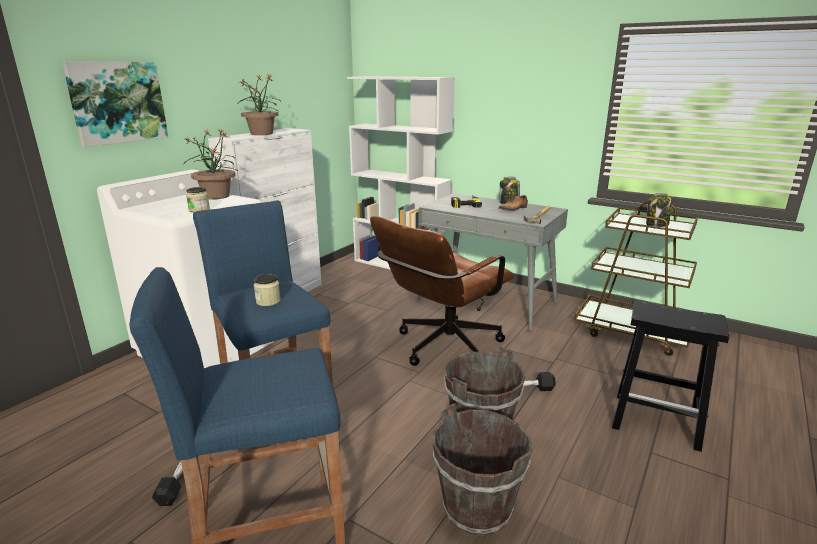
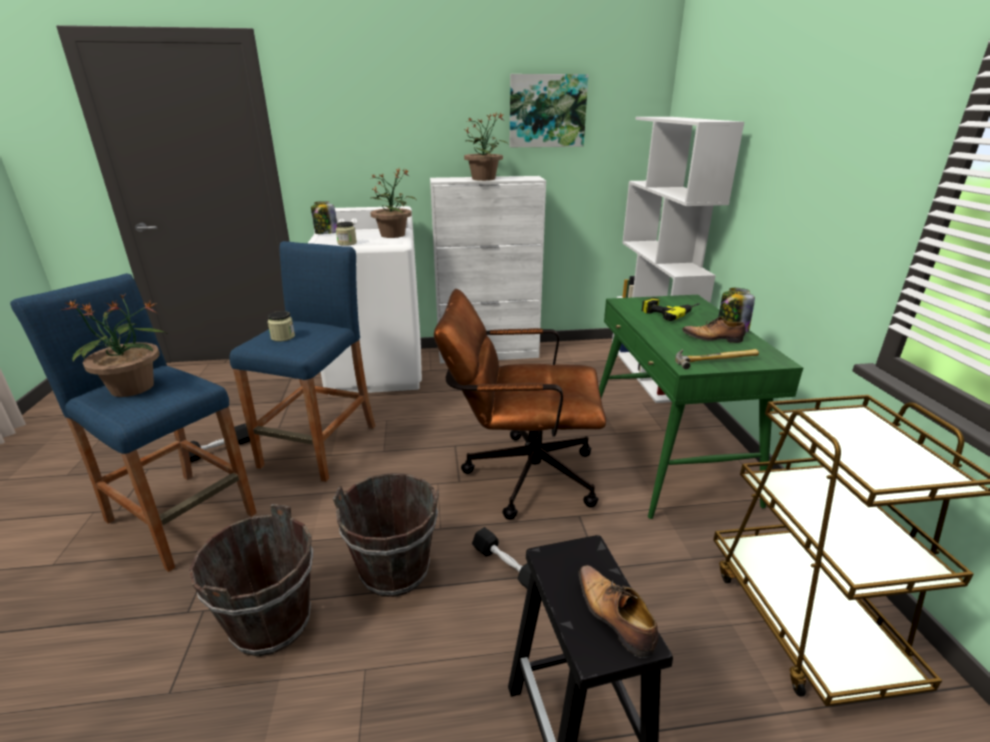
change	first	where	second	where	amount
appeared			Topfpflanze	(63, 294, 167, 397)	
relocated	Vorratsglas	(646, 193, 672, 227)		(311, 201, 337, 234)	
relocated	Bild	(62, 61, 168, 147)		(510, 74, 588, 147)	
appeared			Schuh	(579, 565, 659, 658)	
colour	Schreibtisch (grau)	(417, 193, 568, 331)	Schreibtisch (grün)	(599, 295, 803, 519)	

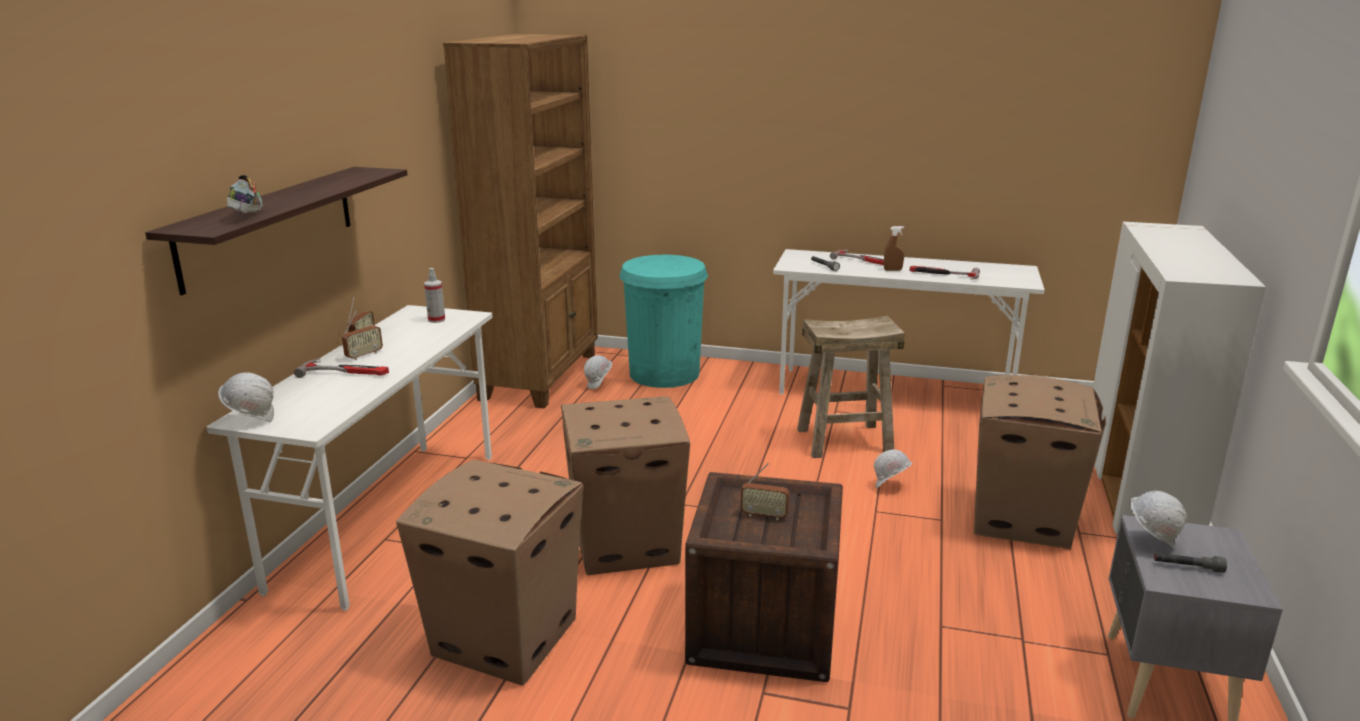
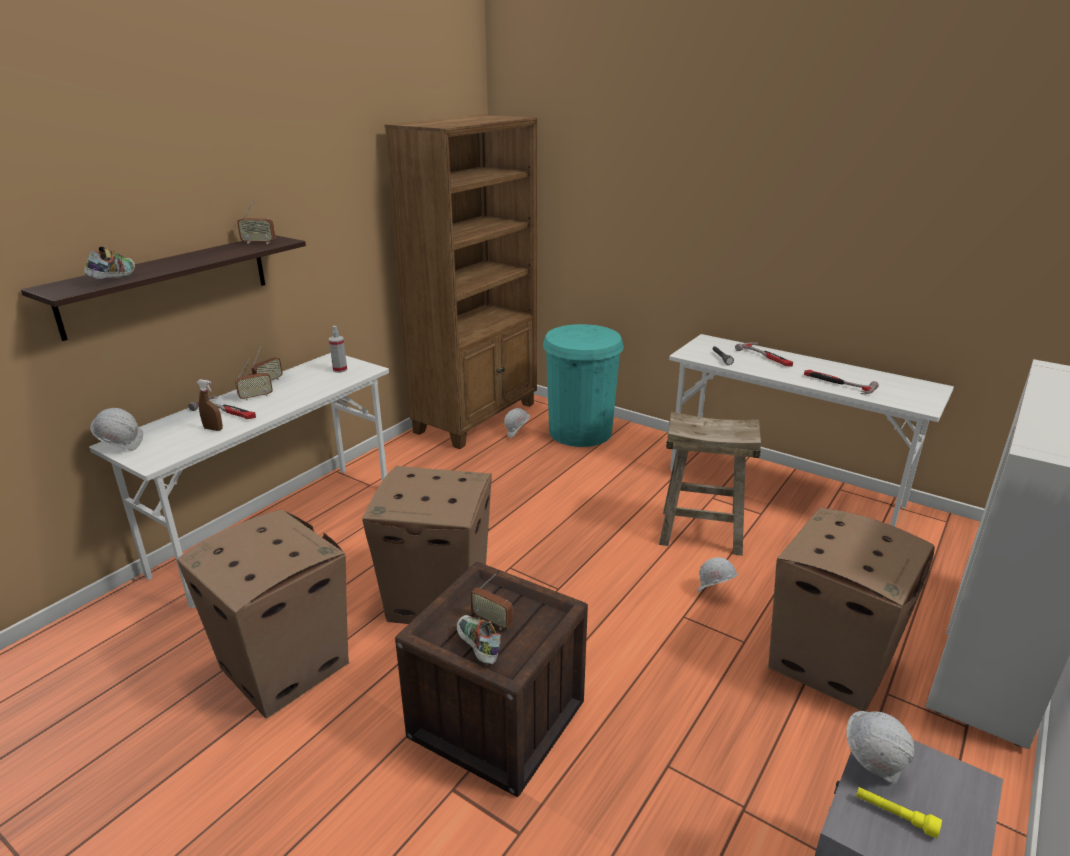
change	first	where	second	where	amount
relocated	Sprühflasche (braun)	(884, 226, 904, 271)		(197, 379, 223, 431)	
appeared			Radio	(237, 200, 275, 244)	
appeared			Schuh	(457, 615, 501, 664)	
colour	Taschenlampe (grau)	(1154, 553, 1227, 573)	Taschenlampe (gelb)	(856, 787, 942, 838)	

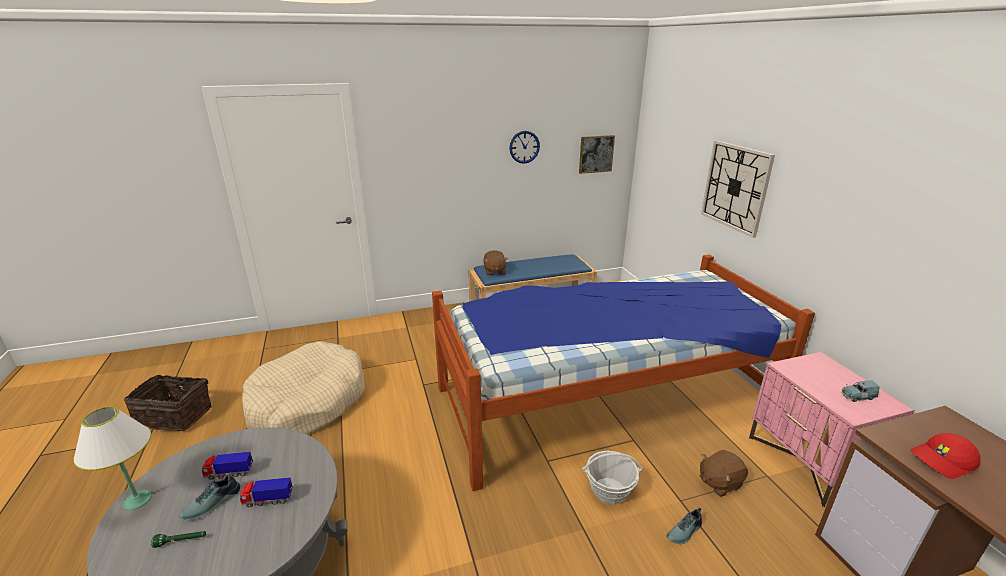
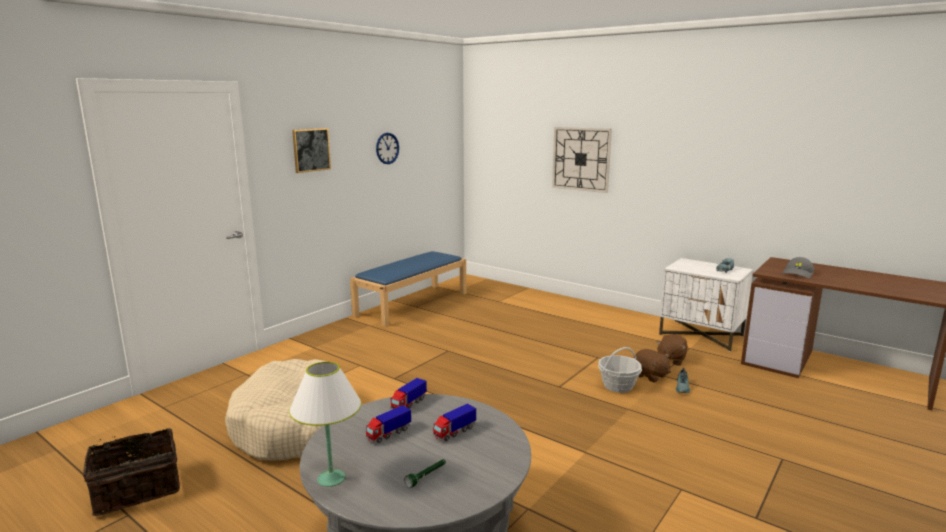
change	first	where	second	where	amount
relocated	Bild	(579, 135, 615, 174)		(292, 128, 331, 173)	
appeared			Spielzeuglaster	(391, 378, 427, 410)	
relocated	Plüschtier (braun)	(483, 250, 508, 276)		(633, 349, 671, 382)	
colour	Nachttisch (rosa)	(749, 352, 914, 507)	Nachttisch (weiß)	(659, 258, 753, 352)	
colour	Kappe (rot)	(910, 433, 981, 479)	Kappe (grau)	(782, 257, 814, 278)	
missing	Schuh	(179, 472, 240, 520)			
missing	Bett	(432, 254, 815, 491)			

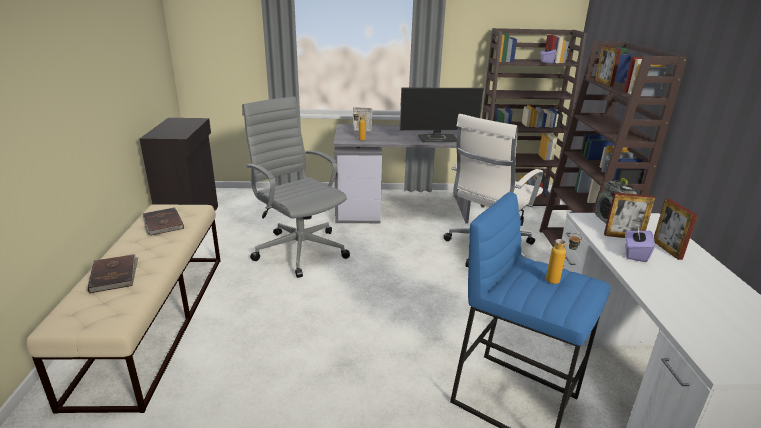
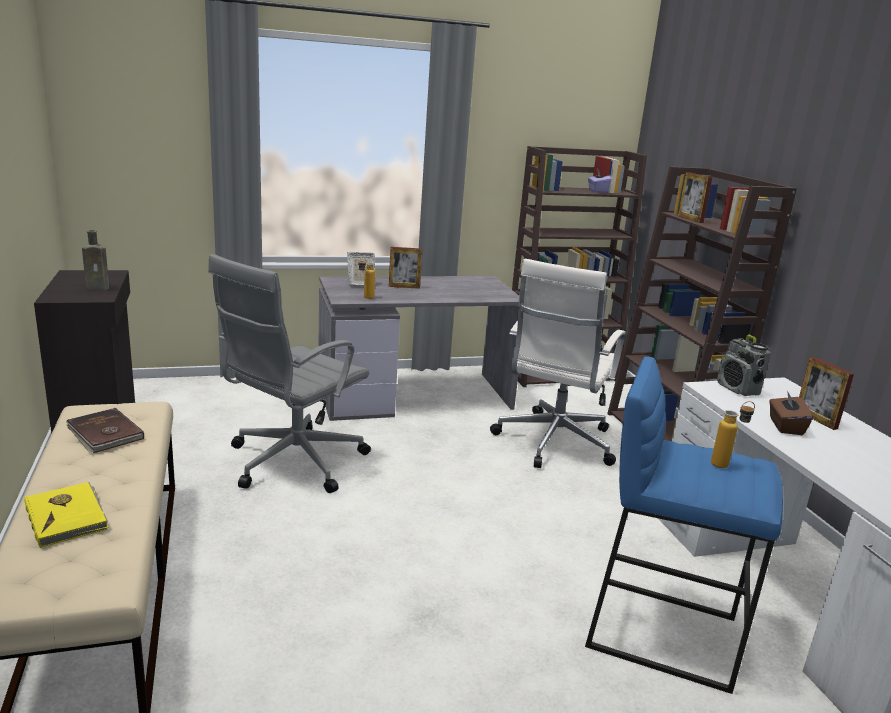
change	first	where	second	where	amount
colour	Buch (braun)	(88, 254, 138, 294)	Buch (gelb)	(24, 482, 108, 548)	
appeared			Flasche (braun)	(82, 230, 109, 291)	
spun	Bürostuhl (grau)	(242, 96, 350, 278)		(208, 254, 371, 493)	90 degrees counterclockwise
relocated	Bilderrahmen	(604, 192, 655, 238)		(389, 247, 422, 289)	
colour	Taschentuchbox (lila)	(625, 225, 655, 262)	Taschentuchbox (braun)	(769, 391, 813, 435)	
missing	Monitor	(400, 88, 484, 142)			

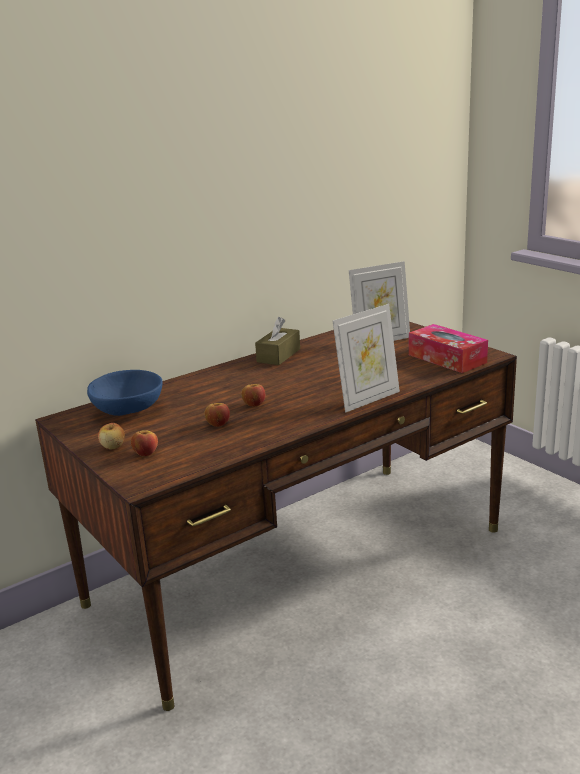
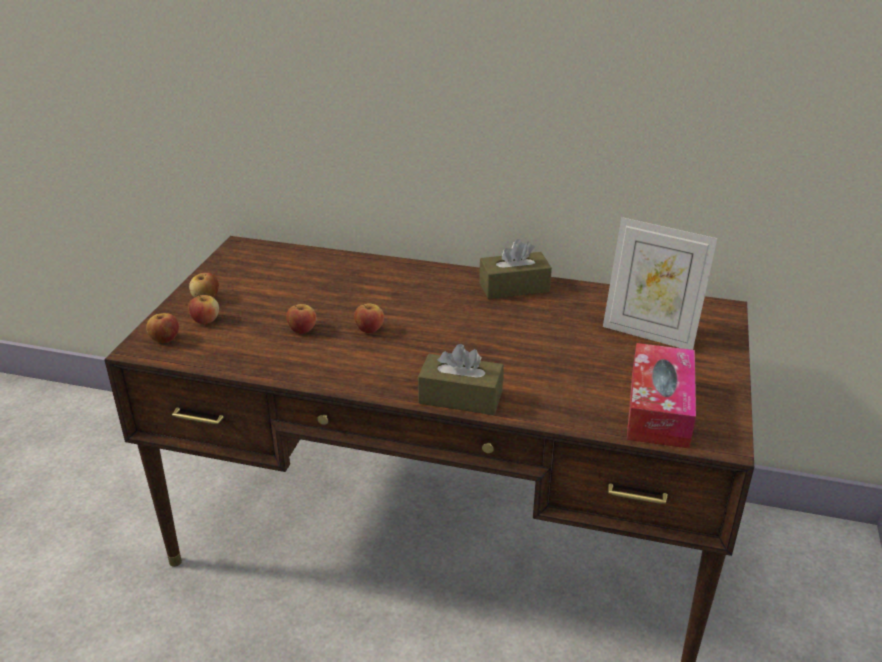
change	first	where	second	where	amount
appeared			Apfel	(146, 313, 179, 343)	
exchanged	Bilderrahmen	(333, 304, 400, 412)	Taschentuchbox (braun)	(418, 344, 504, 415)	
missing	Schüssel (blau)	(87, 370, 163, 416)			

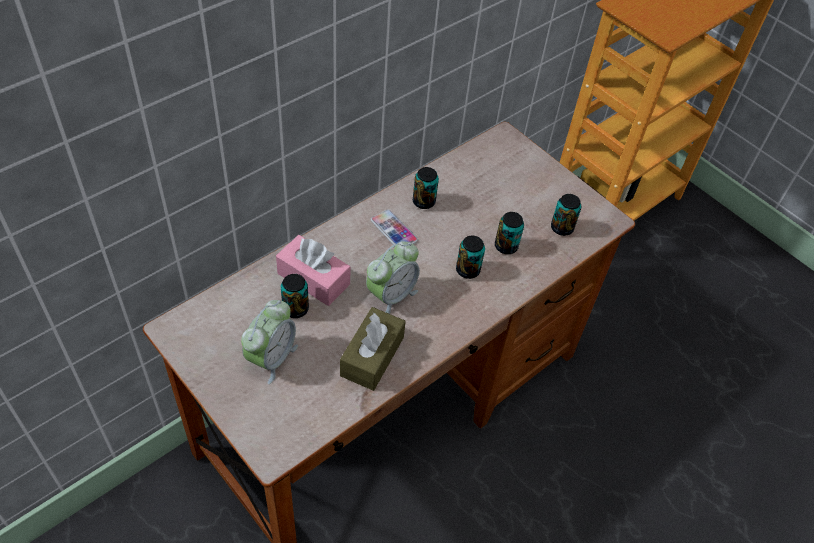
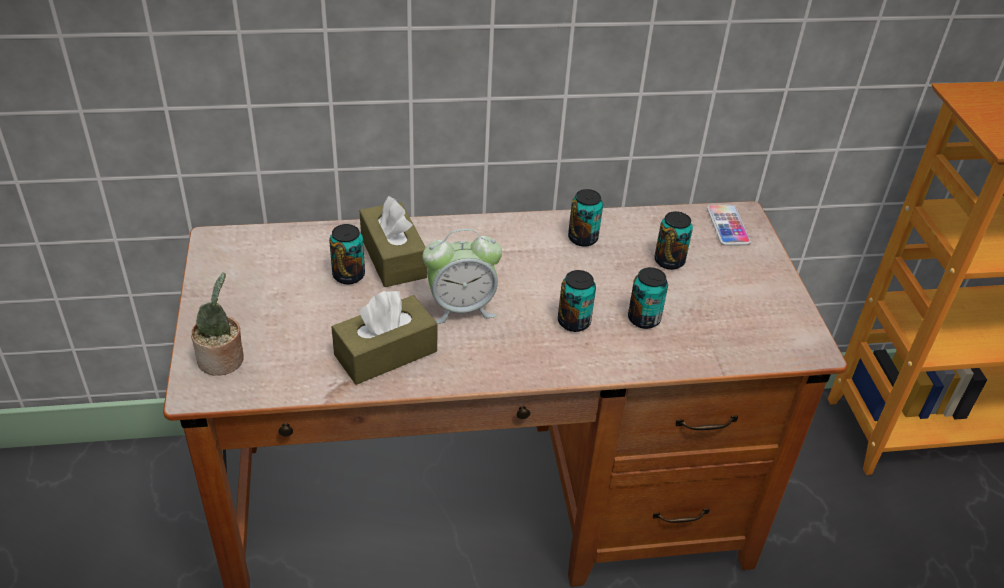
change	first	where	second	where	amount
appeared			Topfpflanze	(191, 273, 244, 376)	
colour	Taschentuchbox (rosa)	(276, 235, 351, 306)	Taschentuchbox (braun)	(360, 196, 427, 287)	
relocated	Dose	(551, 194, 581, 236)		(654, 211, 693, 270)	
relocated	Handy	(371, 209, 418, 245)		(707, 205, 751, 246)	
missing	Wecker	(241, 300, 298, 384)			

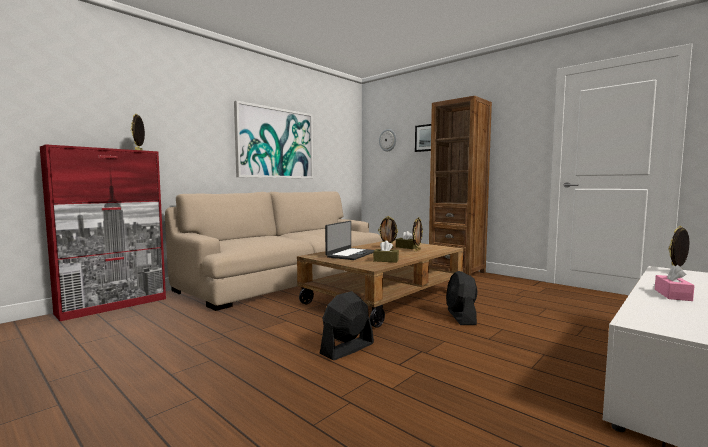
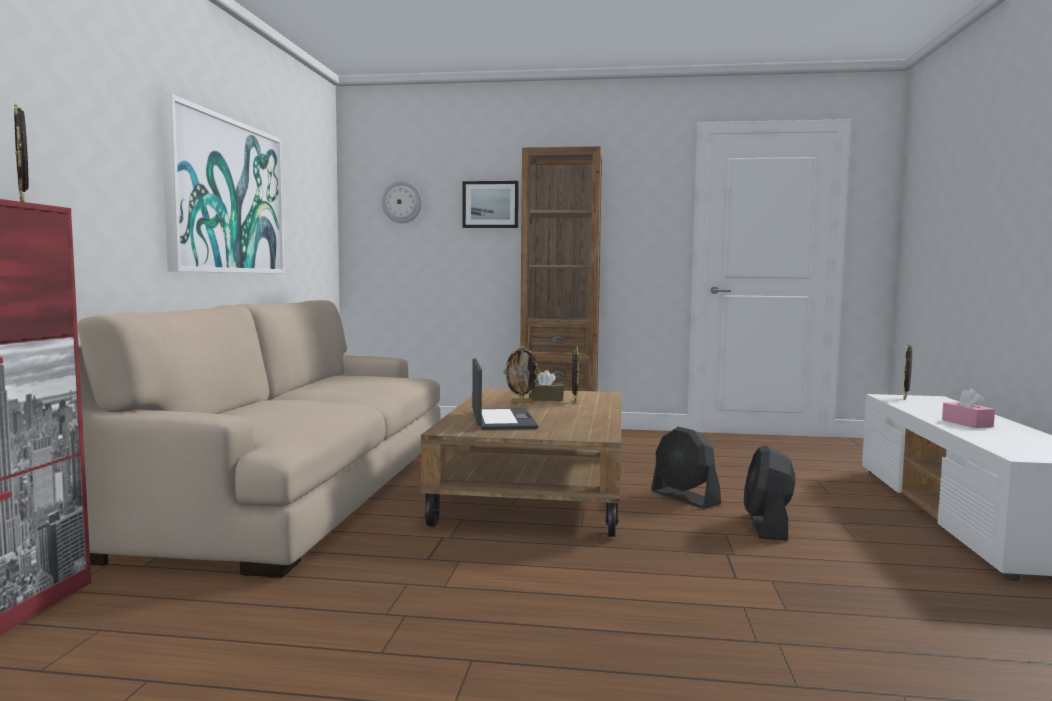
change	first	where	second	where	amount
relocated	Ventilator (schwarz)	(320, 291, 374, 360)		(743, 445, 795, 540)	
missing	Taschentuchbox (braun)	(373, 240, 399, 262)			

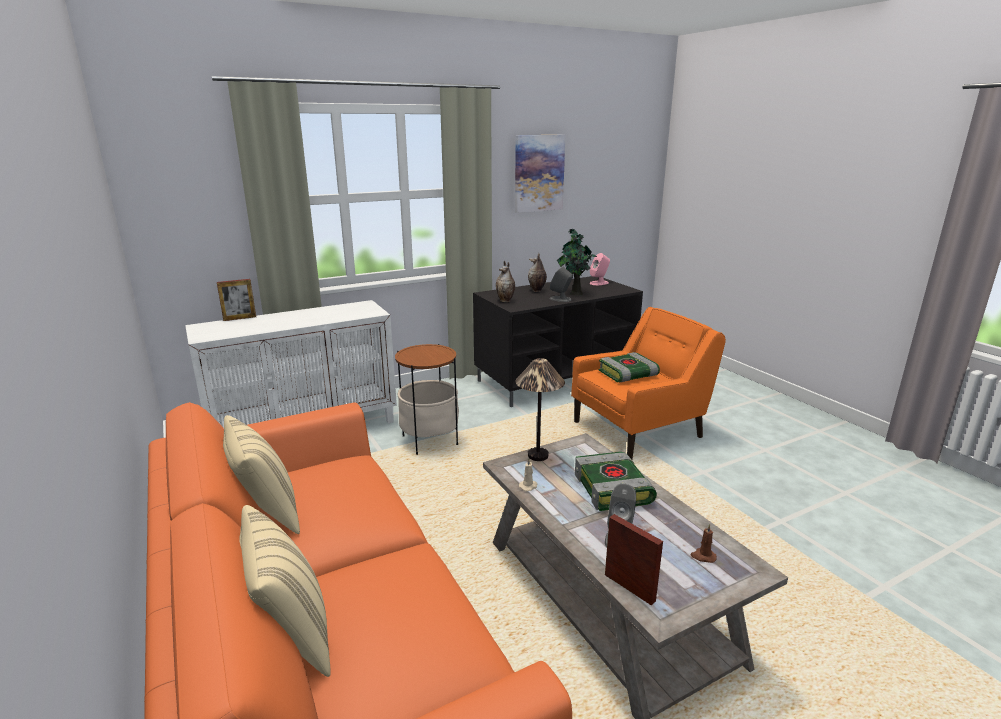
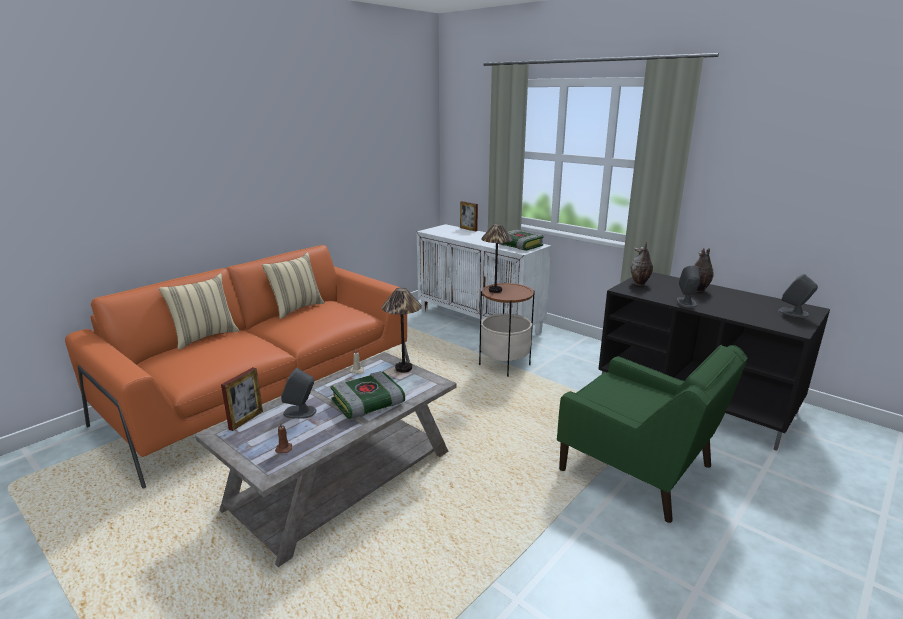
change	first	where	second	where	amount
appeared			Tischlampe	(481, 224, 513, 293)	
relocated	Buch	(599, 352, 660, 383)		(498, 230, 544, 251)	
colour	Sessel (orange)	(571, 307, 726, 459)	Sessel (grün)	(557, 345, 748, 523)	
colour	Lautsprecher (rosa)	(589, 253, 610, 285)	Lautsprecher (grau)	(778, 274, 818, 318)	
missing	Bild	(515, 135, 566, 213)			
missing	Topfpflanze	(557, 229, 597, 296)			

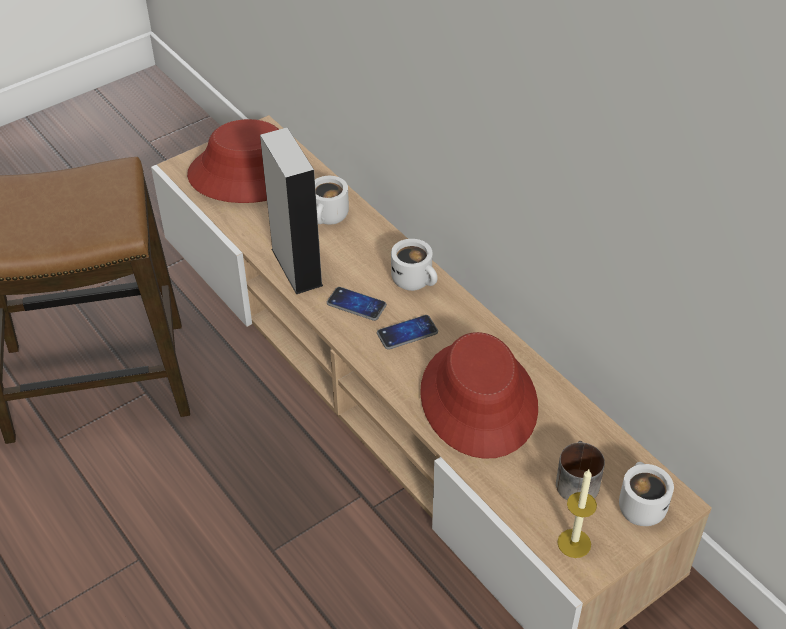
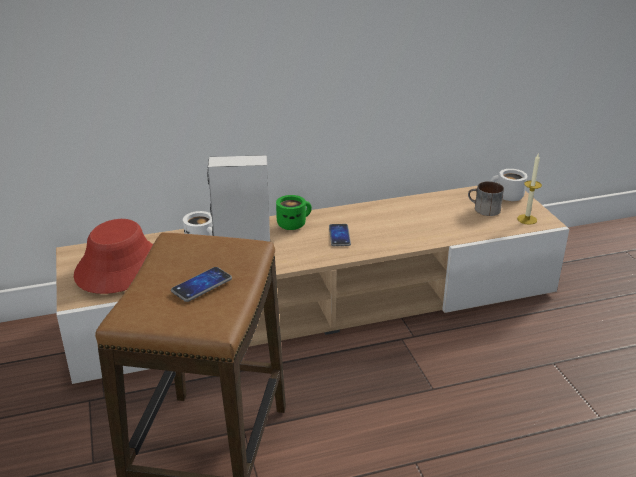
change	first	where	second	where	amount
relocated	Handy	(327, 287, 387, 321)		(171, 267, 232, 302)	
colour	Henkelbecher (weiß)	(391, 239, 438, 291)	Henkelbecher (grün)	(276, 195, 312, 230)	
missing	Hut (rot)	(420, 332, 538, 459)			

